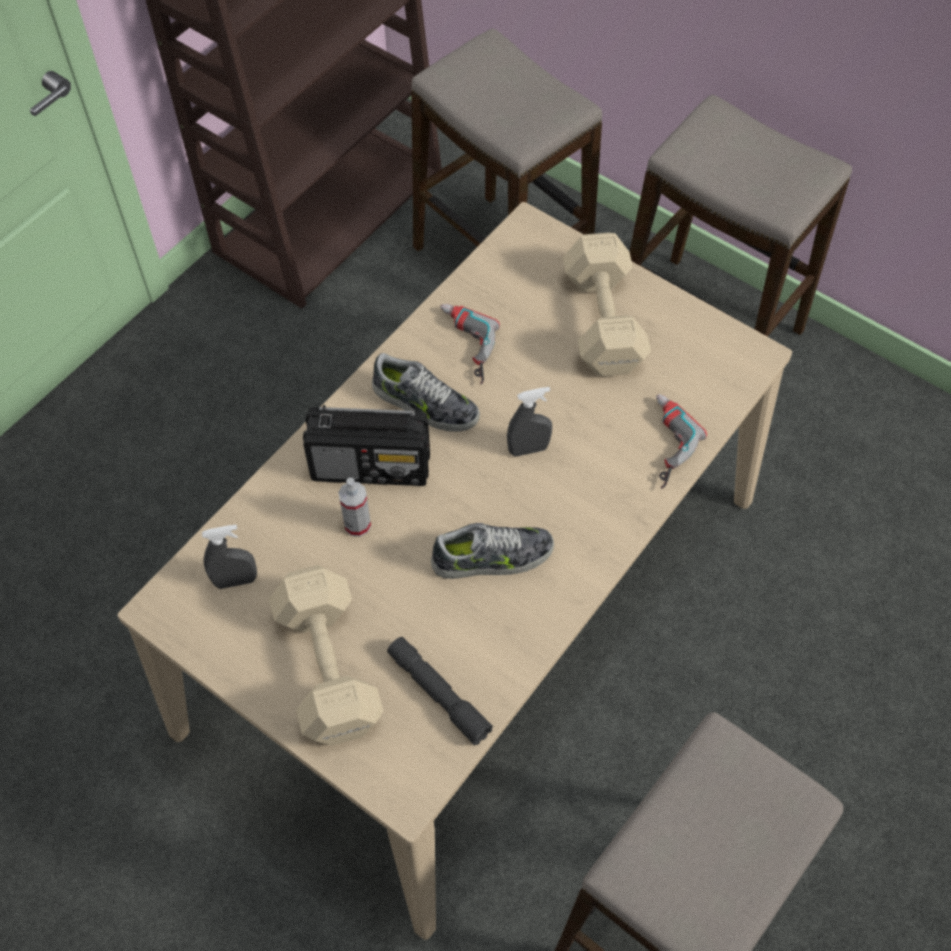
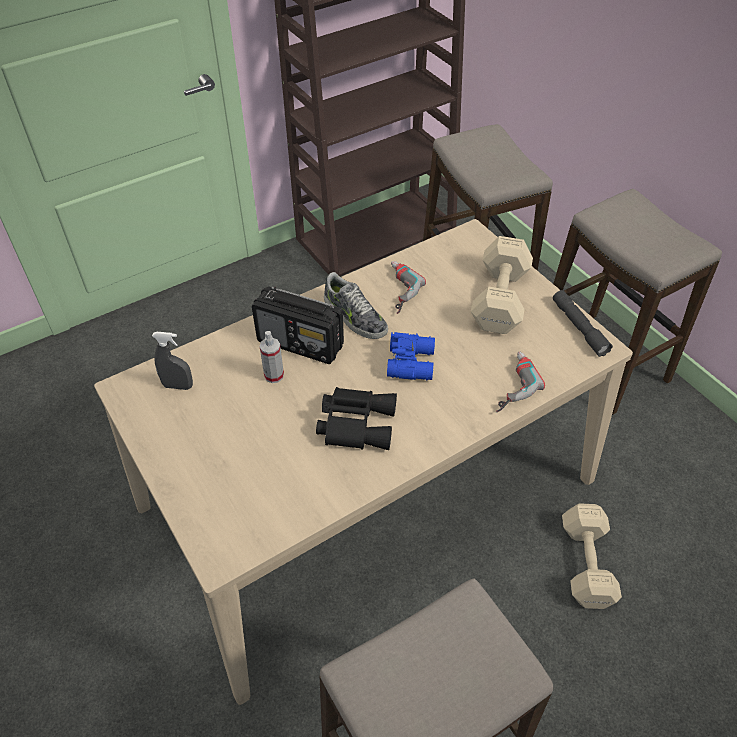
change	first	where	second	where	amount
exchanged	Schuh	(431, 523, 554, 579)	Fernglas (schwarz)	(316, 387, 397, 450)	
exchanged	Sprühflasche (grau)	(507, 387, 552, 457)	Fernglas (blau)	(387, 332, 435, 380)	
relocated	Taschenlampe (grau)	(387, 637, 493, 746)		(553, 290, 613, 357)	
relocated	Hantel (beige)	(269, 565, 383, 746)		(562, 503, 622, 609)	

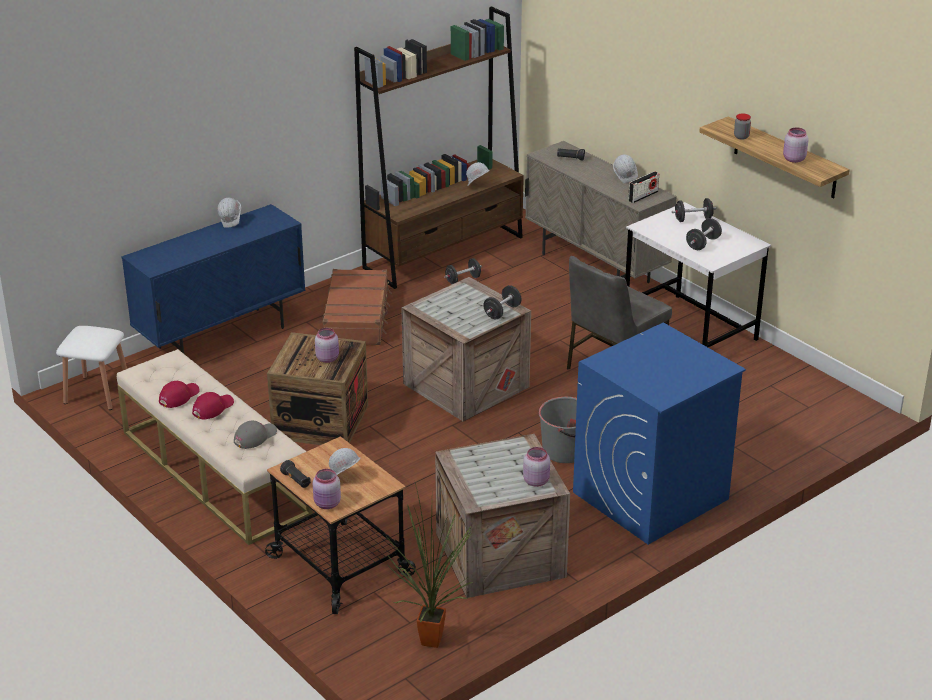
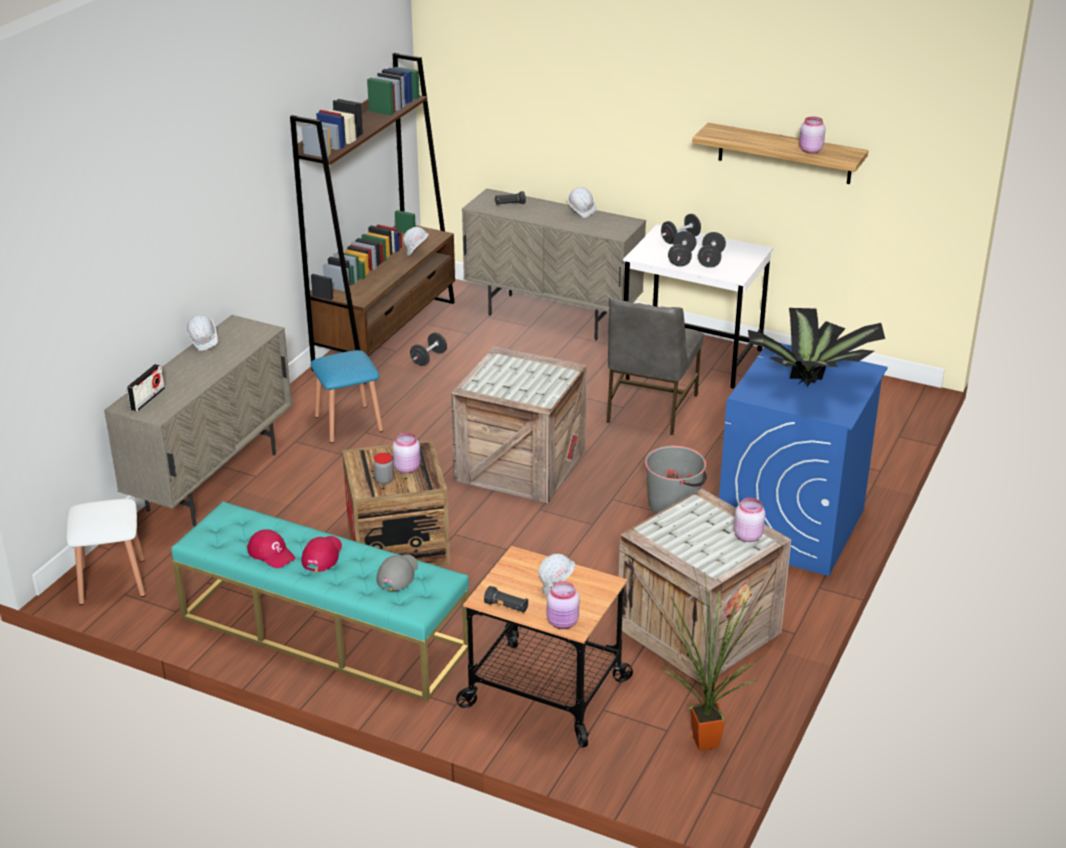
change	first	where	second	where	amount
colour	Schrank (blau)	(121, 204, 305, 354)	Schrank (beige)	(104, 315, 292, 527)	
relocated	Radio	(628, 171, 659, 203)		(126, 364, 165, 411)	
colour	Bank (beige)	(117, 349, 313, 545)	Bank (türkis)	(171, 502, 469, 702)	
spun	Kappe (rot)	(159, 381, 200, 408)		(247, 529, 296, 568)	120 degrees clockwise
exchanged	Koffer (braun)	(323, 269, 392, 345)	Hocker (blau)	(311, 350, 383, 443)	
relocated	Vorratsglas	(734, 113, 751, 139)		(374, 453, 394, 484)	
relocated	Hantel (schwarz)	(483, 285, 522, 319)		(668, 231, 697, 267)	
appeared			Topfpflanze	(748, 308, 885, 387)	

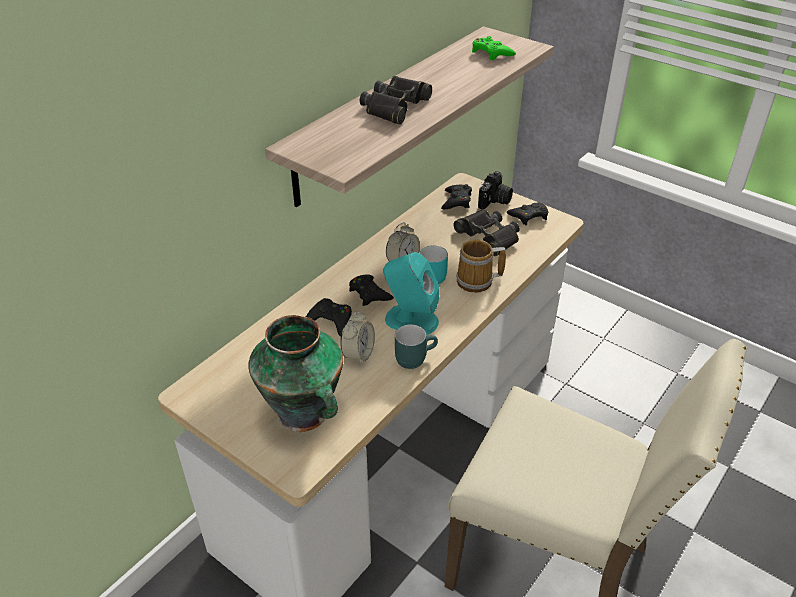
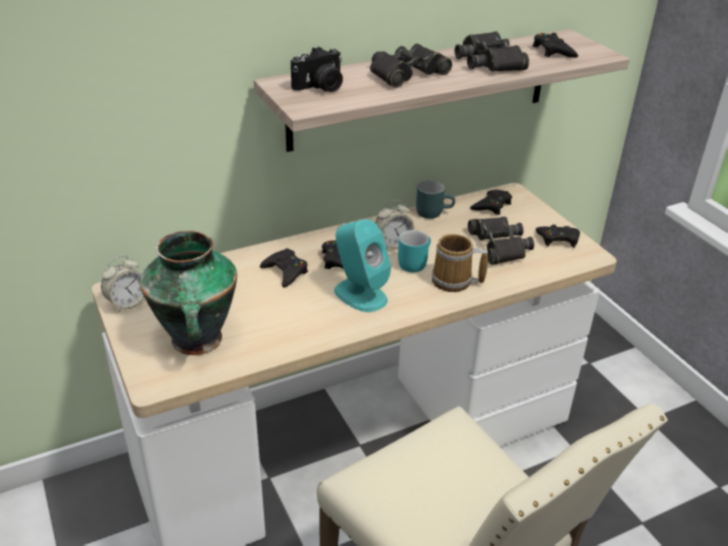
change	first	where	second	where	amount
relocated	Wecker	(340, 311, 375, 365)		(101, 255, 145, 312)	
relocated	Kamera	(478, 171, 513, 210)		(291, 46, 343, 92)	
relocated	Henkelbecher (türkis)	(395, 324, 438, 369)		(416, 180, 455, 219)	
appeared			Fernglas (schwarz)	(455, 31, 529, 72)	
colour	Gamepad (grün)	(472, 36, 516, 60)	Gamepad (schwarz)	(533, 33, 578, 58)	

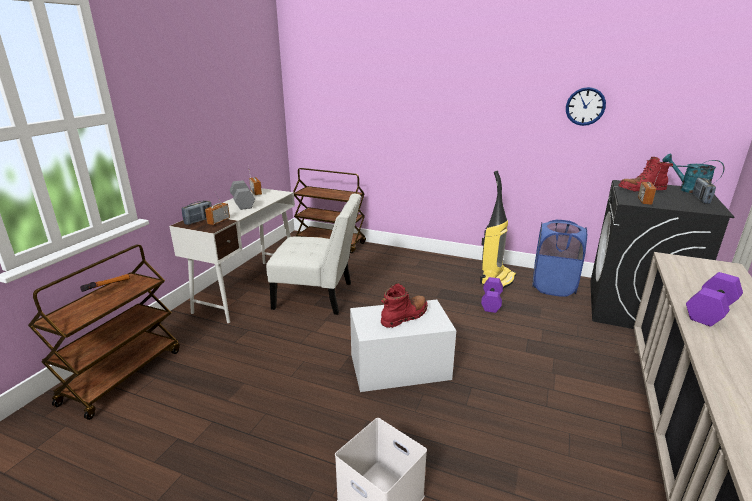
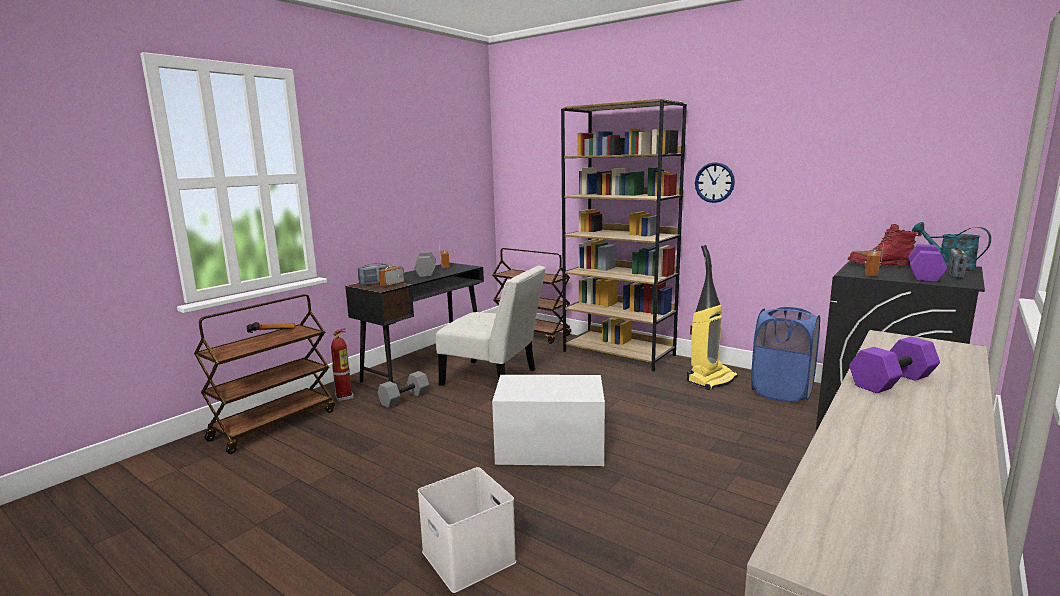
change	first	where	second	where	amount
appeared			Feuerlöscher	(331, 328, 354, 402)	
colour	Schreibtisch (weiß)	(169, 188, 295, 323)	Schreibtisch (schwarz)	(345, 263, 484, 383)	
appeared			Hantel (grau)	(378, 371, 429, 408)	
appeared			Bücherregal (braun)	(561, 99, 687, 371)	
relocated	Wanduhr	(566, 87, 606, 126)		(695, 162, 735, 203)	
relocated	Hantel (lila)	(481, 277, 503, 313)		(908, 244, 948, 282)	
missing	Stiefel (rot)	(381, 283, 428, 328)			

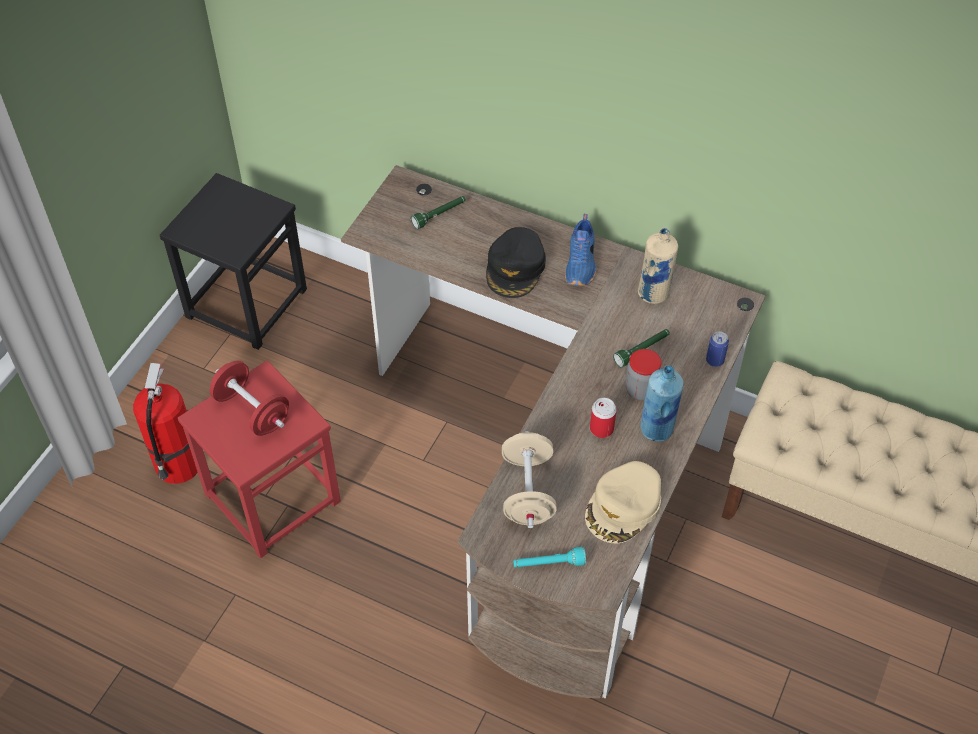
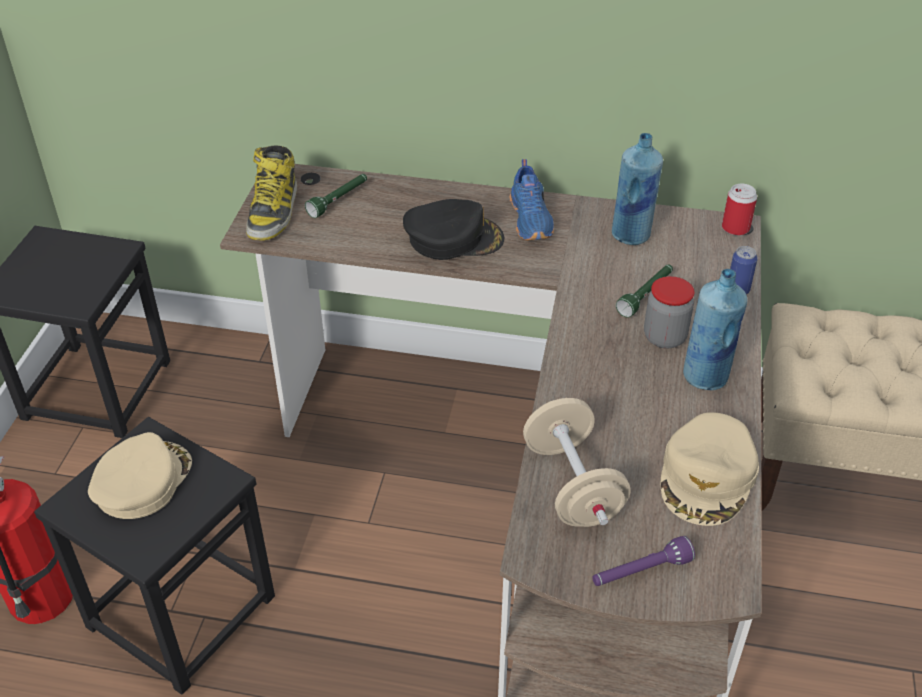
change	first	where	second	where	amount
colour	Hocker (rot)	(178, 360, 341, 558)	Hocker (schwarz)	(34, 417, 275, 695)	
exchanged	Hantel (rot)	(210, 360, 289, 436)	Kappe (beige)	(88, 432, 192, 519)	
appeared			Stiefel	(246, 145, 297, 241)	
spun	Kappe (schwarz)	(486, 227, 546, 298)		(403, 199, 504, 260)	90 degrees counterclockwise
colour	Taschenlampe (türkis)	(513, 547, 586, 567)	Taschenlampe (lila)	(592, 536, 695, 586)	
colour	Flasche (beige)	(638, 228, 678, 304)	Flasche (blau)	(612, 133, 663, 245)	
relocated	Dose	(590, 398, 617, 438)		(722, 184, 757, 236)	

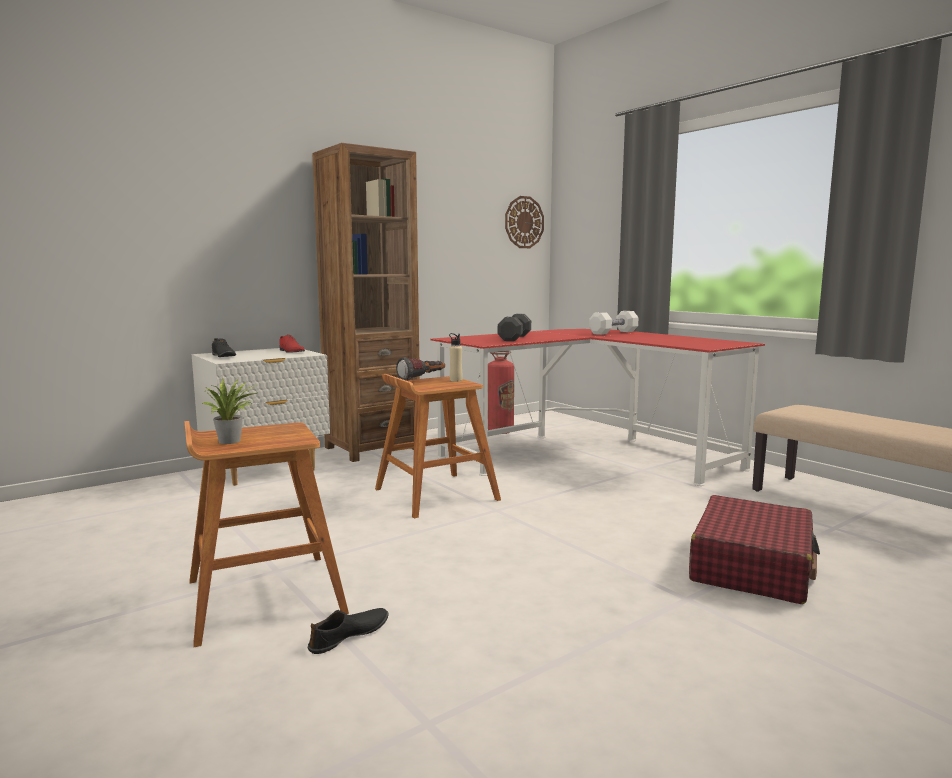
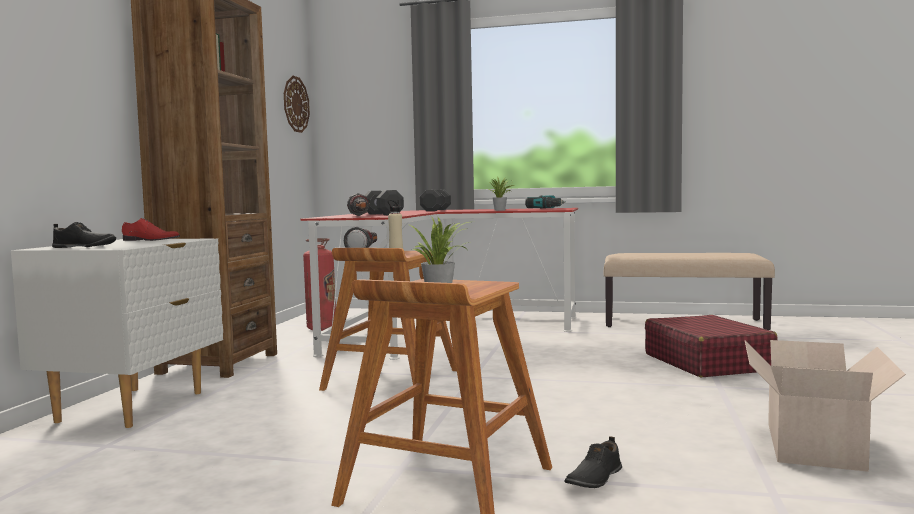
change	first	where	second	where	amount
appeared			Taschenlampe	(347, 193, 370, 216)	
colour	Hantel (weiß)	(589, 311, 638, 335)	Hantel (schwarz)	(420, 190, 451, 211)	
appeared			Topfpflanze	(488, 178, 515, 211)	
appeared			Bohrmaschine	(525, 195, 566, 209)	
spun	Schuh (schwarz)	(308, 608, 389, 654)		(564, 436, 622, 488)	150 degrees counterclockwise
appeared			Karton	(745, 340, 906, 472)	

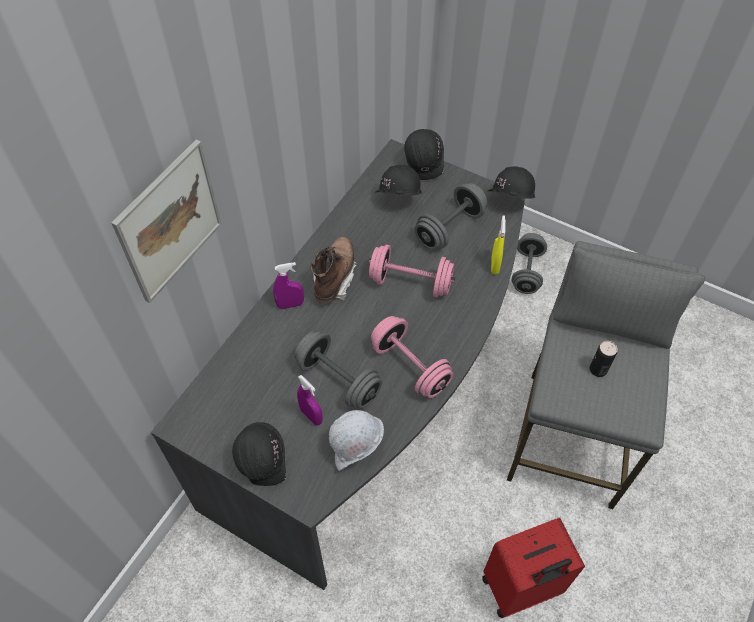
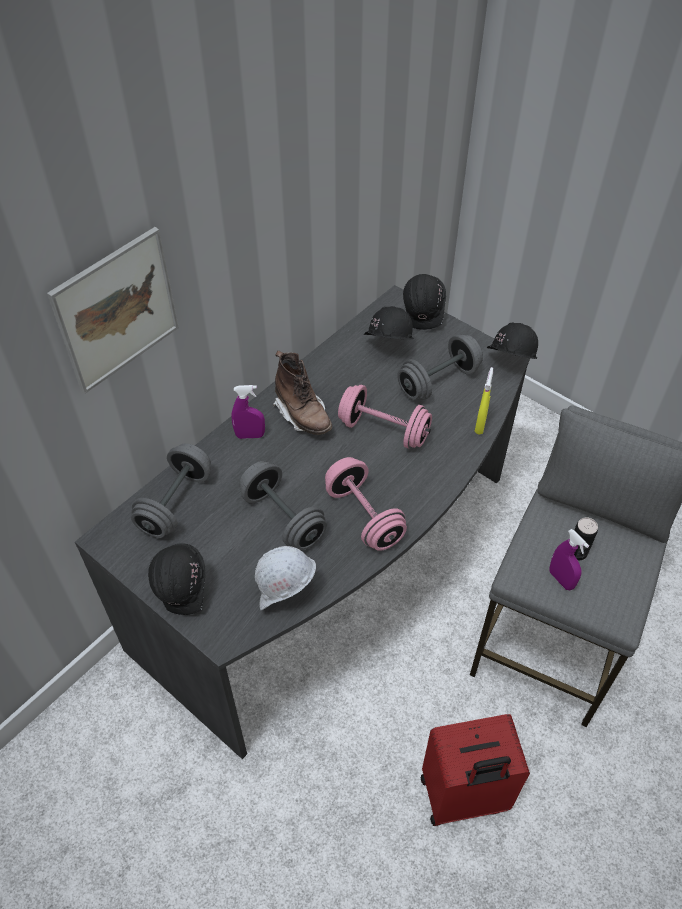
change	first	where	second	where	amount
relocated	Hantel (grau)	(512, 233, 547, 294)		(131, 443, 211, 538)	
spun	Stiefel (braun)	(310, 237, 357, 303)		(273, 351, 332, 435)	120 degrees clockwise
relocated	Sprühflasche (lila)	(297, 375, 323, 425)		(550, 529, 589, 590)	

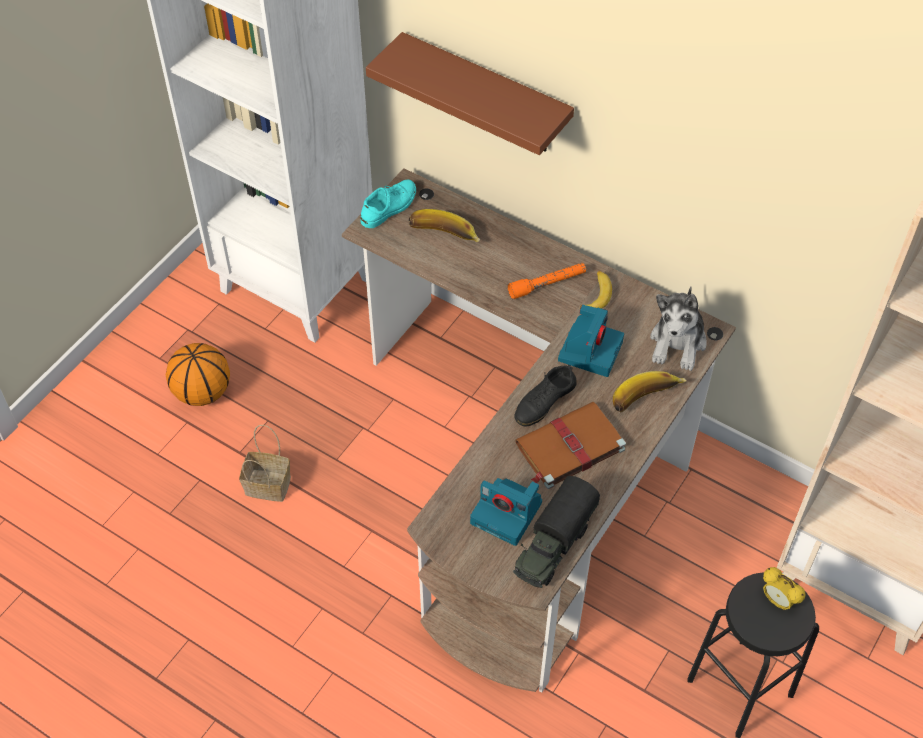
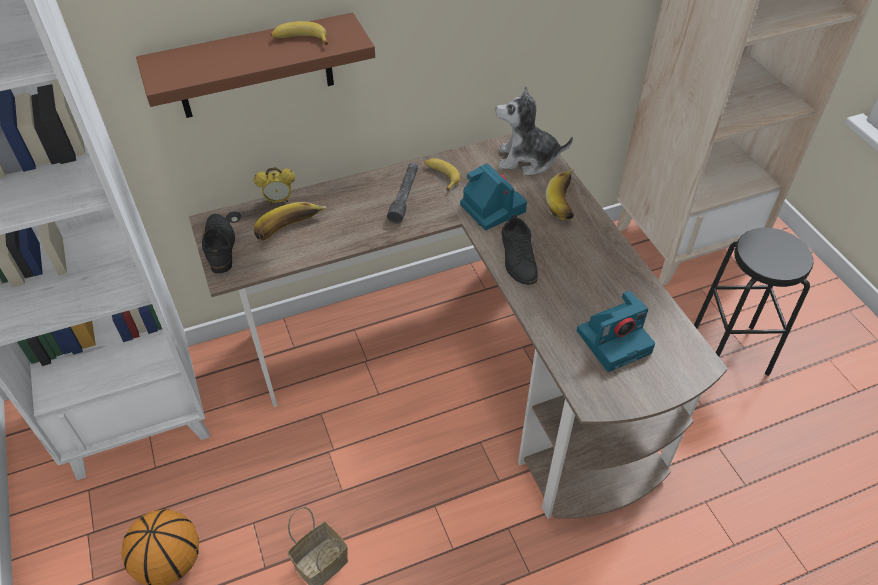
change	first	where	second	where	amount
colour	Schuh (türkis)	(361, 179, 416, 228)	Schuh (schwarz)	(202, 214, 235, 273)	
relocated	Wecker	(763, 567, 806, 610)		(254, 167, 295, 204)	
appeared			Banane	(270, 21, 328, 45)	
colour	Taschenlampe (orange)	(507, 263, 586, 299)	Taschenlampe (grau)	(387, 163, 418, 224)	
spun	Plüschtier	(650, 286, 707, 371)		(496, 86, 573, 176)	135 degrees clockwise
missing	Spielzeuglaster	(513, 476, 600, 588)			
missing	Buch (braun)	(515, 402, 626, 489)			

